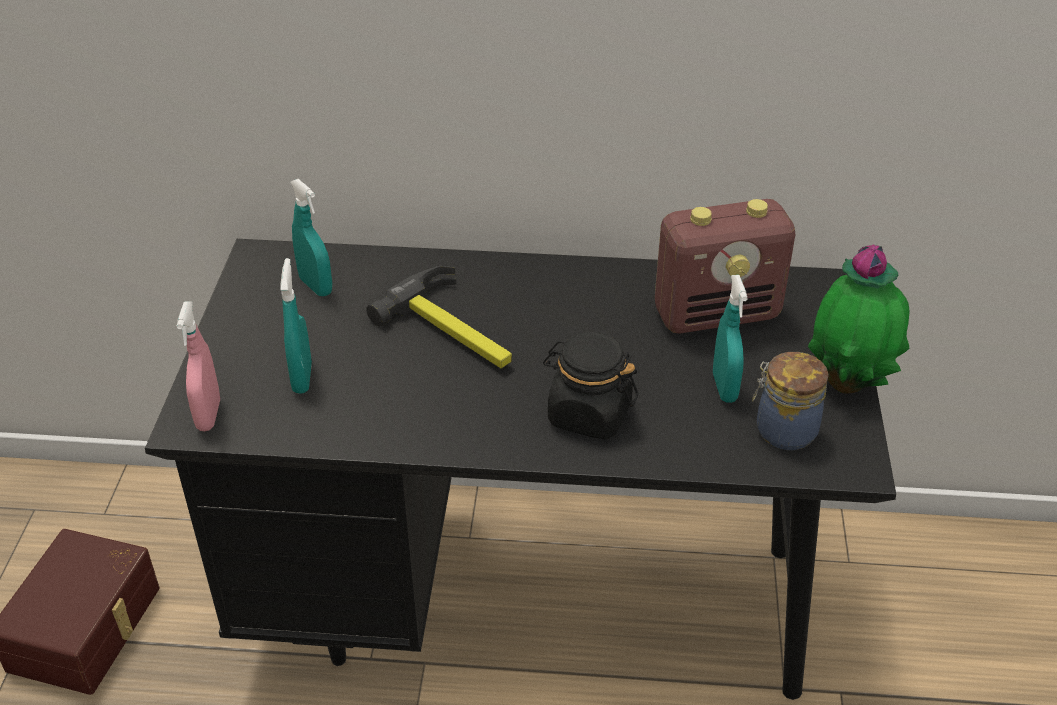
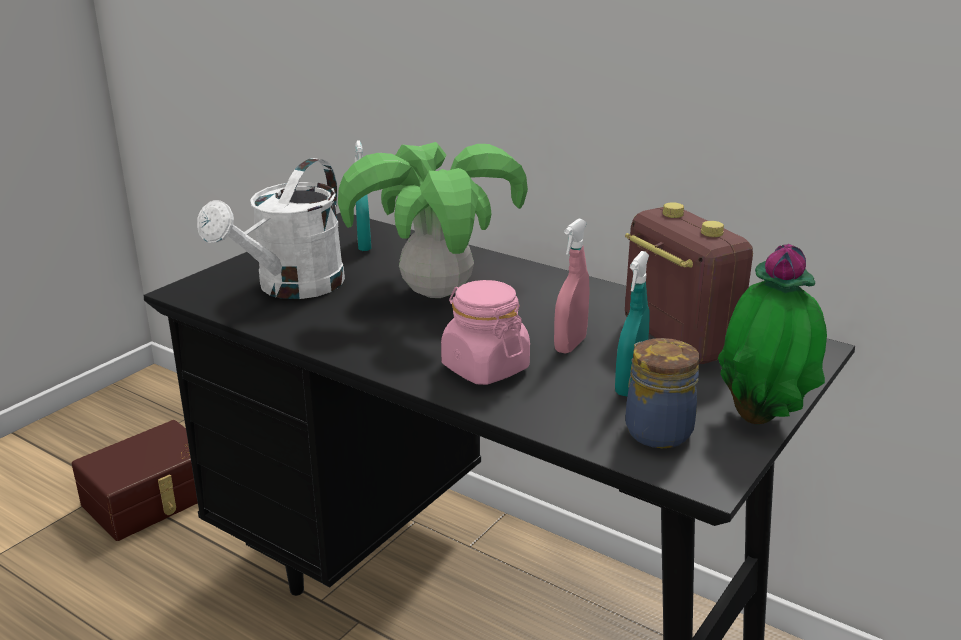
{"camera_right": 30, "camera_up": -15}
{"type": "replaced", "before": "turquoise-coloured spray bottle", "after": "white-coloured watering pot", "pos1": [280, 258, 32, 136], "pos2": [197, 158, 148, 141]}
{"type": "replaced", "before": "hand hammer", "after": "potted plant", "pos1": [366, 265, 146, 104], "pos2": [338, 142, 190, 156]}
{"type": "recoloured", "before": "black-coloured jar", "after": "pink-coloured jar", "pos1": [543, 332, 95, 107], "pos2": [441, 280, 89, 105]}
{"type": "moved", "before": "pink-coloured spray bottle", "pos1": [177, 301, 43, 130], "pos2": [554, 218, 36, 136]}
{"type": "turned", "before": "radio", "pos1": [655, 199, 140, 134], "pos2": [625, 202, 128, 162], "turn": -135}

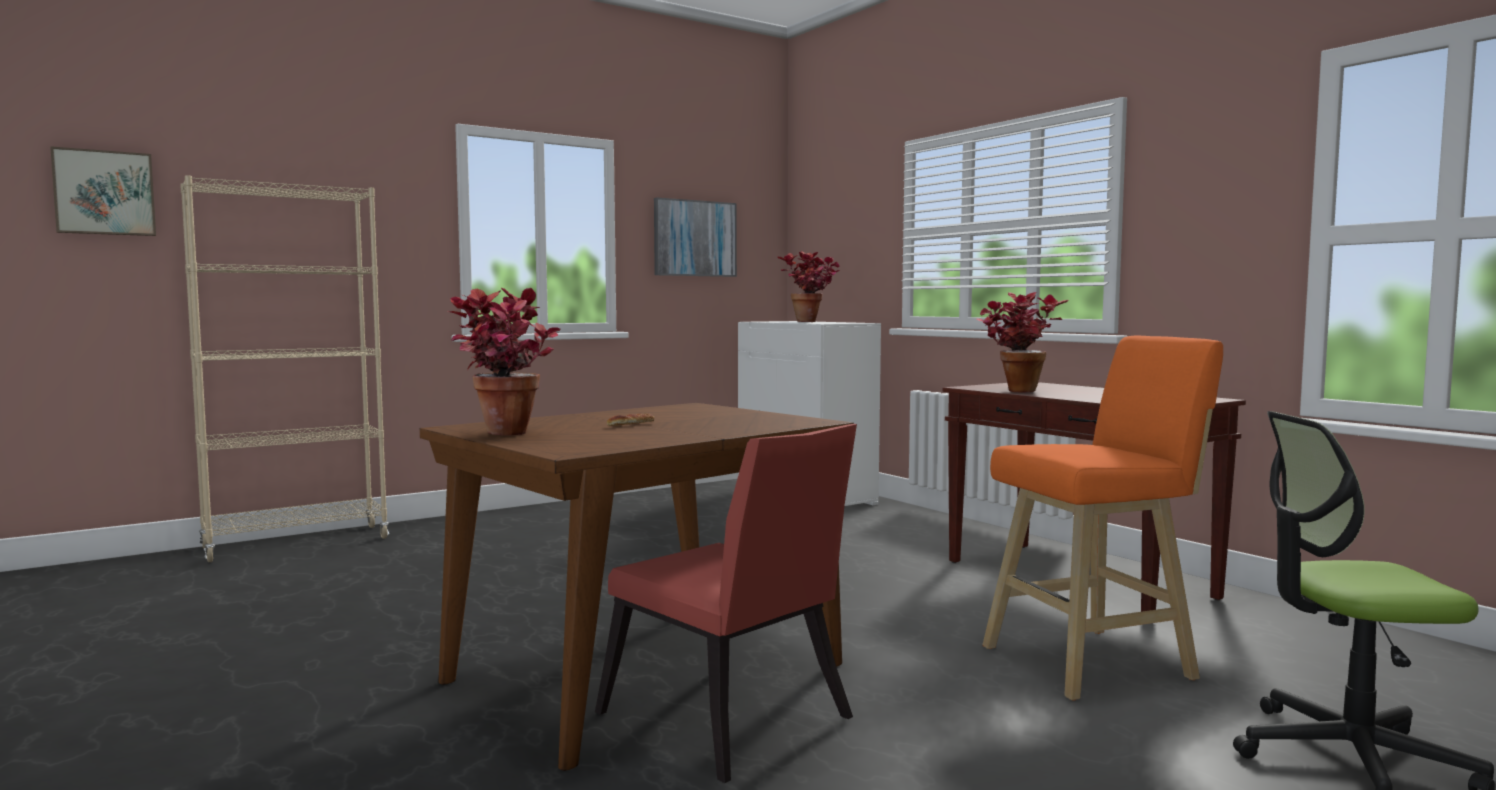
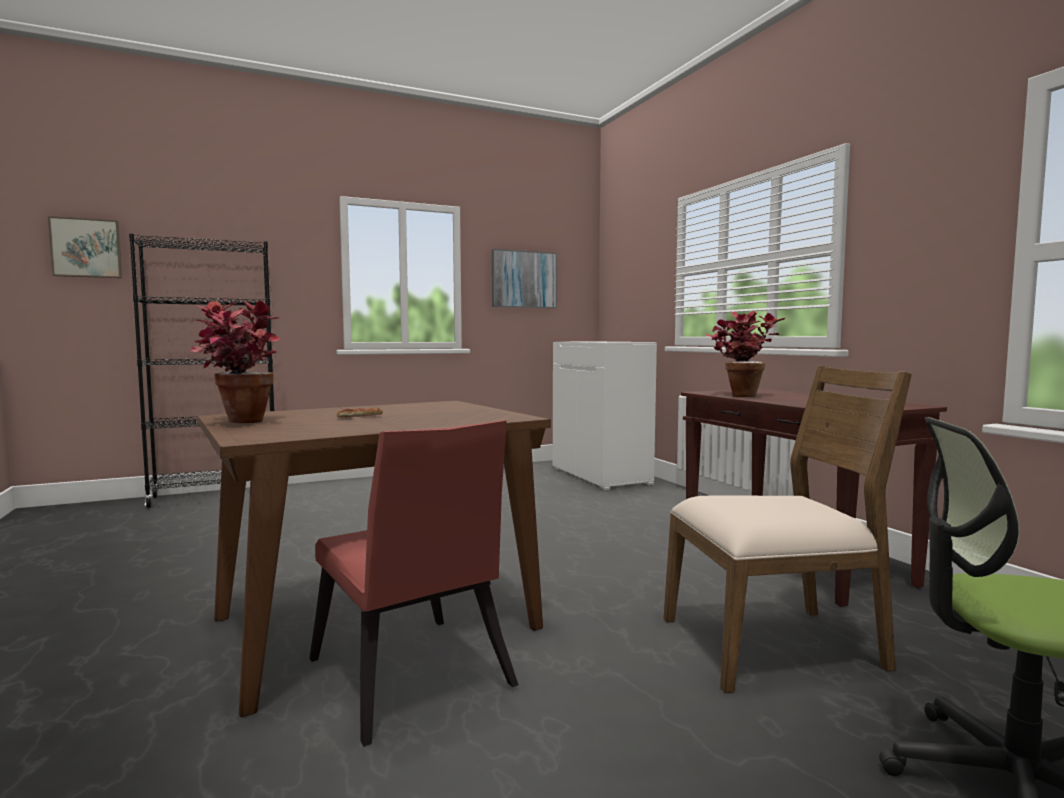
{"camera_right": 10, "camera_up": 0}
{"type": "recoloured", "before": "beige-coloured bookcase", "after": "black-coloured bookcase", "pos1": [180, 175, 209, 387], "pos2": [129, 234, 145, 274]}
{"type": "replaced", "before": "orange-coloured stool", "after": "brown-coloured plain chair", "pos1": [982, 336, 241, 364], "pos2": [663, 366, 249, 327]}
{"type": "removed", "before": "potted plant", "pos1": [778, 251, 62, 71]}

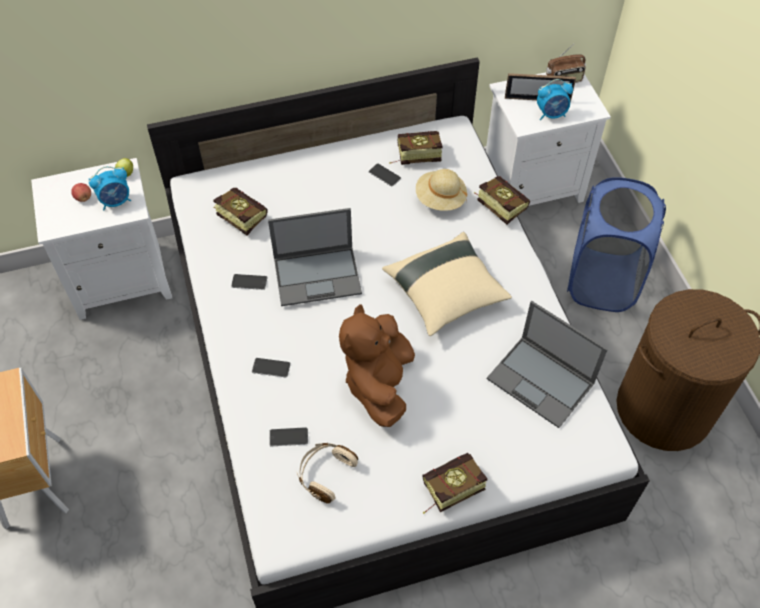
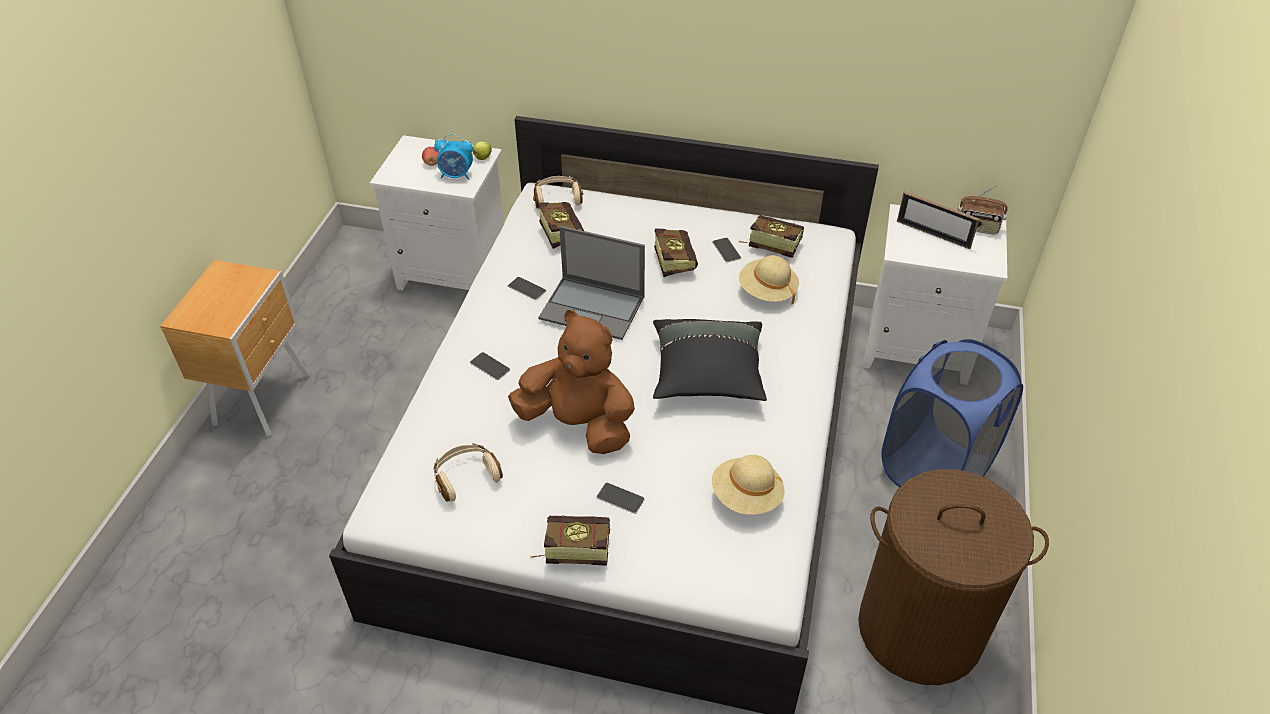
{"camera_right": 30, "camera_up": -10}
{"type": "turned", "before": "brown-coloured cuddly toy", "pos1": [339, 304, 76, 123], "pos2": [508, 310, 127, 144], "turn": 75}
{"type": "added", "after": "beige-coloured pair of headphones", "pos2": [533, 176, 50, 33]}
{"type": "moved", "before": "phone", "pos1": [269, 427, 39, 19], "pos2": [597, 483, 48, 31]}
{"type": "recoloured", "before": "beige-coloured throw pillow", "after": "black-coloured throw pillow", "pos1": [382, 232, 130, 104], "pos2": [653, 319, 114, 82]}
{"type": "moved", "before": "volume", "pos1": [474, 176, 56, 49], "pos2": [654, 228, 44, 49]}
{"type": "replaced", "before": "laptop", "after": "beige-coloured hat", "pos1": [487, 301, 121, 127], "pos2": [712, 455, 73, 60]}
{"type": "removed", "before": "alarm clock", "pos1": [537, 79, 36, 41]}

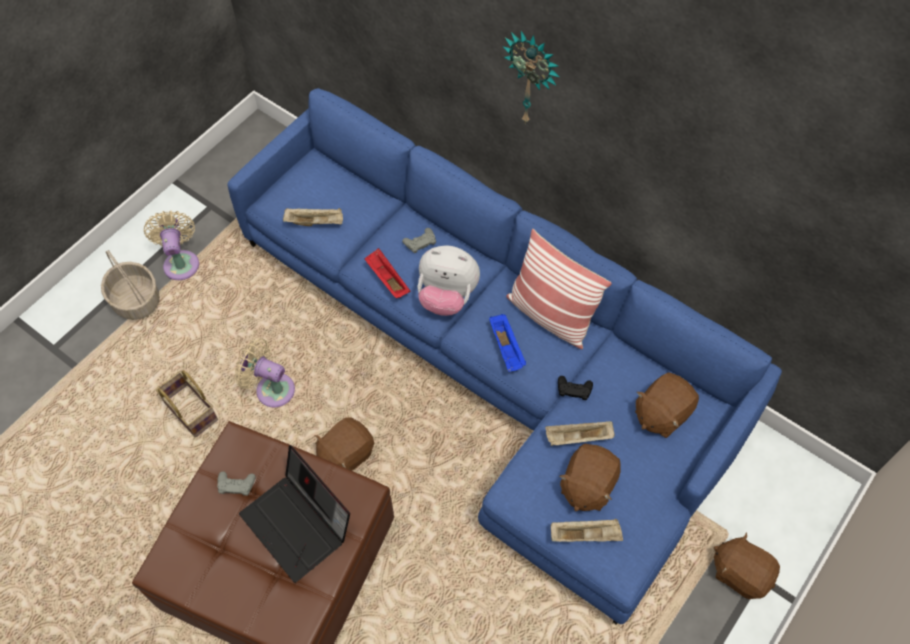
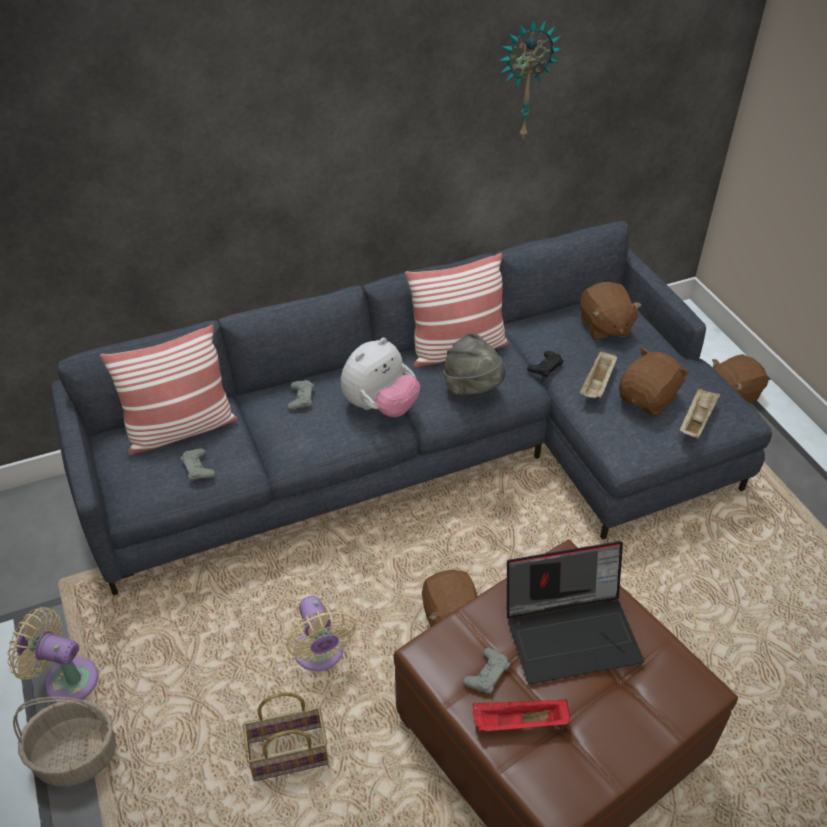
{"camera_right": -60, "camera_up": -15}
{"type": "recoloured", "before": "blue-coloured couch", "after": "grey couch", "pos1": [228, 88, 554, 537], "pos2": [51, 221, 721, 374]}
{"type": "added", "after": "throw pillow", "pos2": [100, 325, 138, 130]}
{"type": "replaced", "before": "beige-coloured serving tray", "after": "grey gamepad", "pos1": [283, 208, 60, 18], "pos2": [180, 448, 35, 33]}
{"type": "turned", "before": "beige-coloured electric fan", "pos1": [235, 338, 60, 69], "pos2": [286, 596, 70, 75], "turn": -75}
{"type": "replaced", "before": "blue-coloured serving tray", "after": "grey hat", "pos1": [489, 314, 37, 58], "pos2": [443, 333, 63, 61]}
{"type": "moved", "before": "reddish serving tray", "pos1": [364, 248, 46, 50], "pos2": [472, 699, 98, 33]}
{"type": "moved", "before": "clock on the wall", "pos1": [502, 31, 57, 92], "pos2": [499, 19, 62, 121]}
{"type": "turned", "before": "brown-coloured cuddly toy", "pos1": [559, 444, 62, 67], "pos2": [619, 347, 71, 70], "turn": -105}

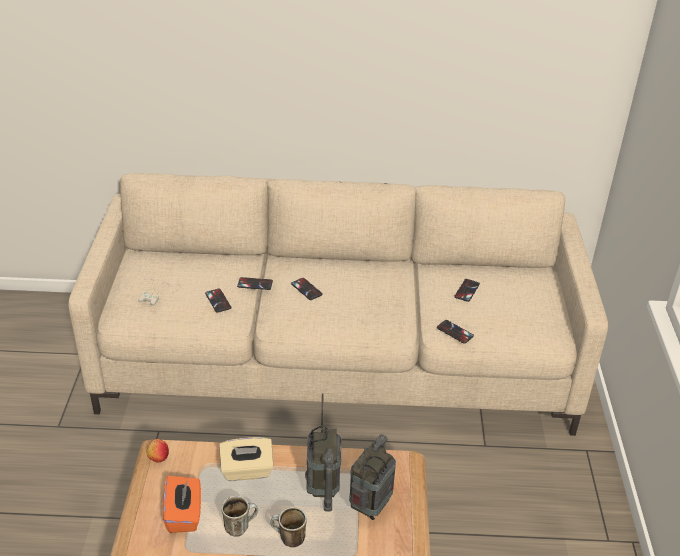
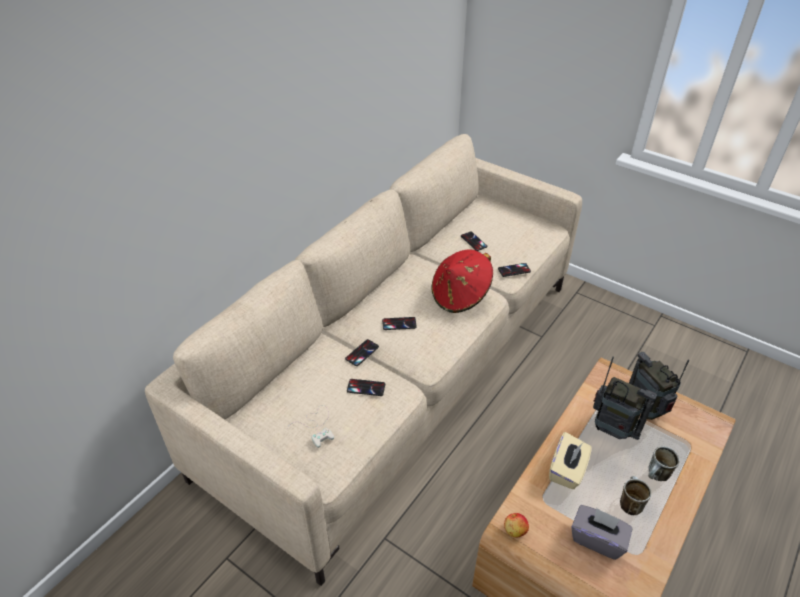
{"camera_right": -55, "camera_up": 5}
{"type": "added", "after": "reddish hat", "pos2": [431, 250, 62, 63]}
{"type": "recoloured", "before": "orange-coloured tissue box", "after": "grey tissue box", "pos1": [163, 476, 38, 57], "pos2": [571, 505, 61, 55]}

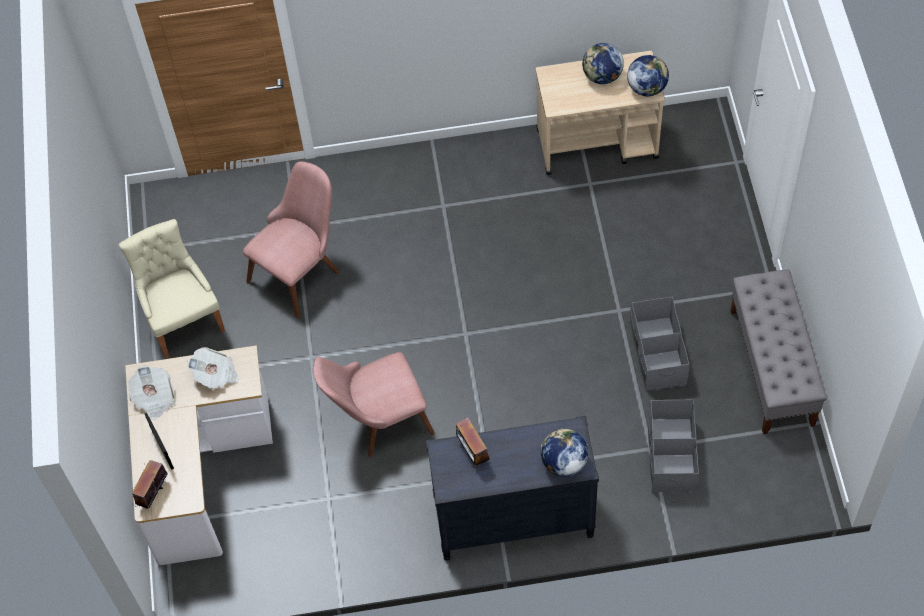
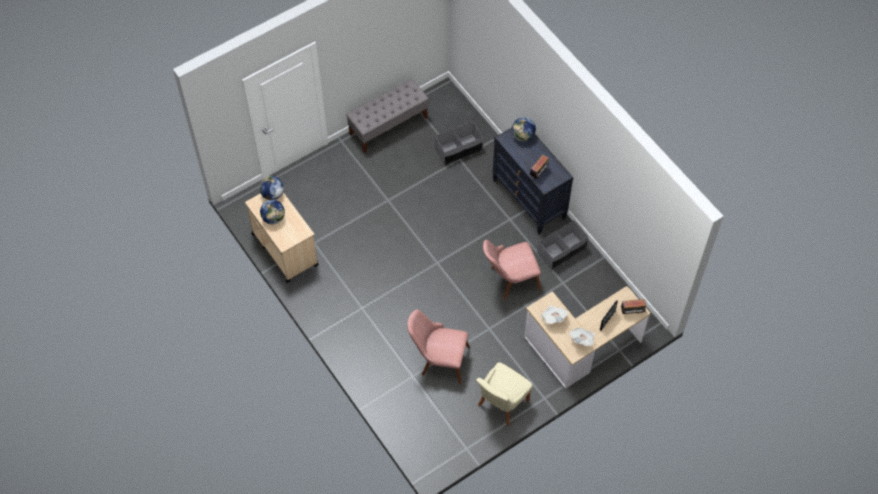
{"camera_right": -120, "camera_up": 0}
{"type": "turned", "before": "pink-coloured plain chair", "pos1": [313, 352, 122, 105], "pos2": [483, 240, 58, 60], "turn": 120}
{"type": "moved", "before": "grey storage container", "pos1": [630, 297, 59, 94], "pos2": [537, 220, 52, 50]}

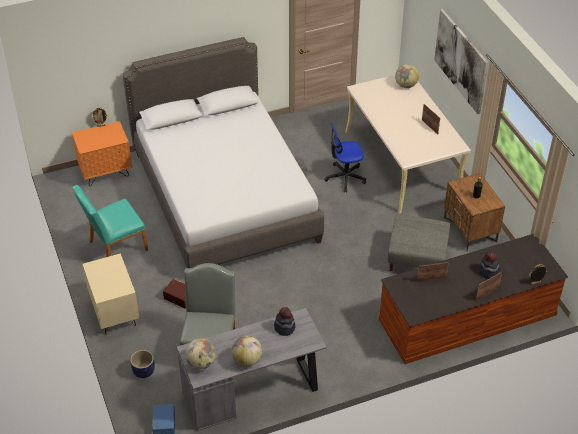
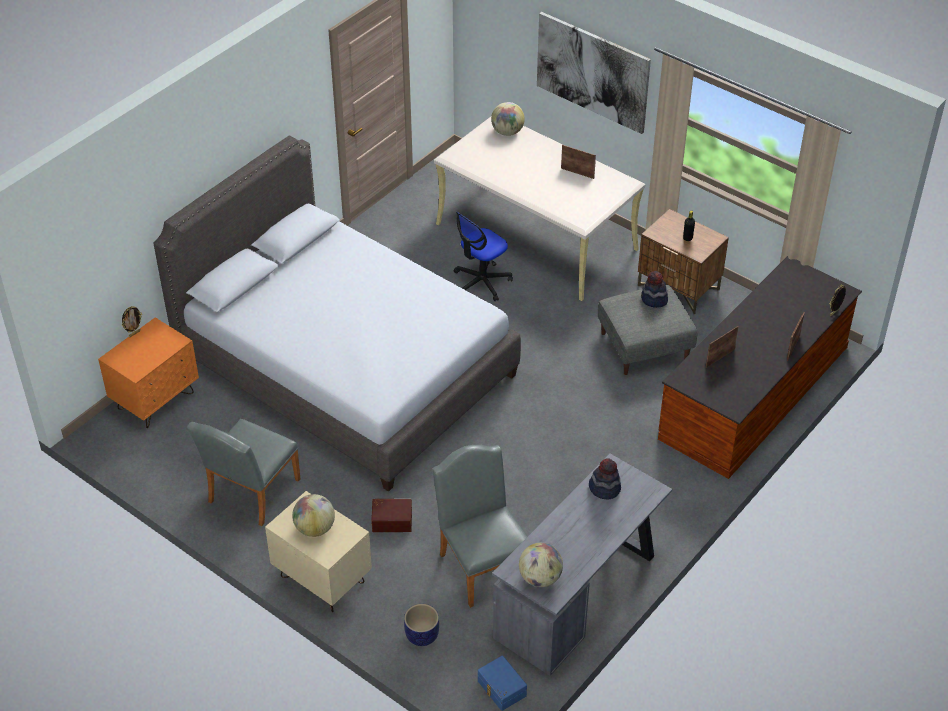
{"camera_right": -30, "camera_up": 0}
{"type": "recoloured", "before": "turquoise-coloured plain chair", "after": "grey plain chair", "pos1": [72, 185, 76, 72], "pos2": [187, 419, 113, 107]}
{"type": "moved", "before": "world globe", "pos1": [232, 336, 30, 30], "pos2": [292, 494, 43, 43]}
{"type": "moved", "before": "hat", "pos1": [479, 251, 20, 28], "pos2": [641, 271, 27, 37]}

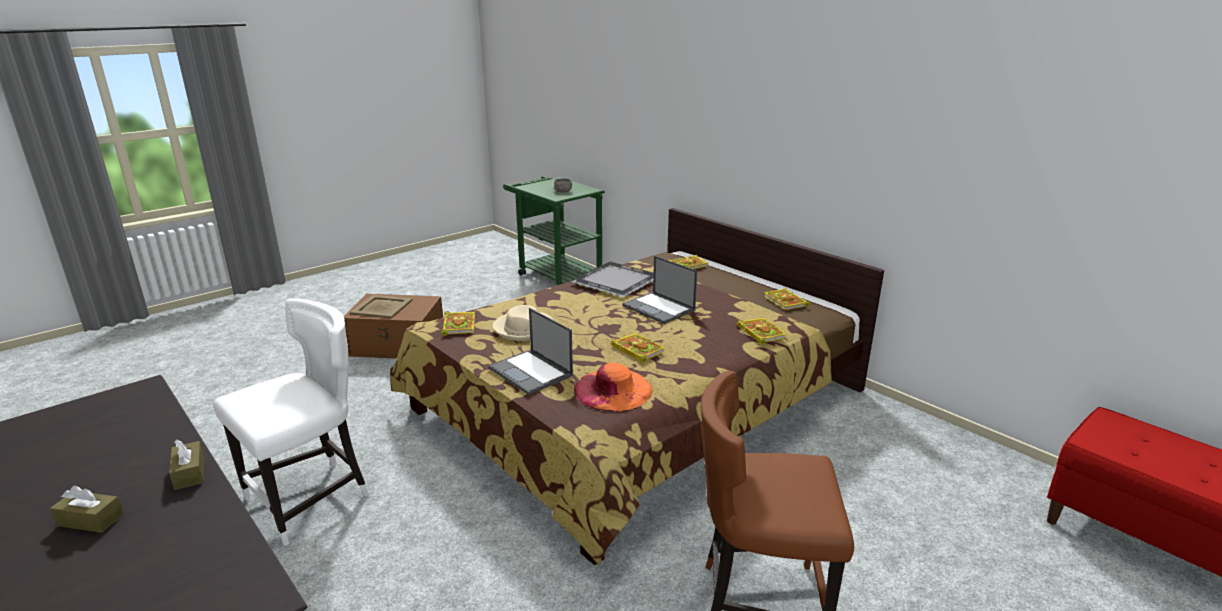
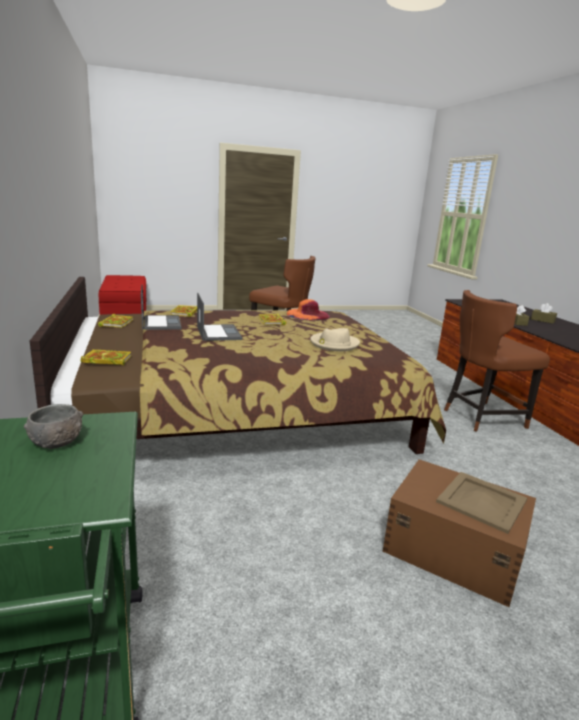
{"camera_right": -155, "camera_up": -5}
{"type": "moved", "before": "laptop", "pos1": [488, 308, 85, 87], "pos2": [141, 284, 40, 46]}
{"type": "recoloured", "before": "white-coloured plain chair", "after": "brown-coloured plain chair", "pos1": [213, 299, 157, 247], "pos2": [444, 290, 106, 141]}
{"type": "removed", "before": "volume", "pos1": [441, 311, 34, 25]}
{"type": "removed", "before": "grey serving tray", "pos1": [572, 261, 82, 36]}

